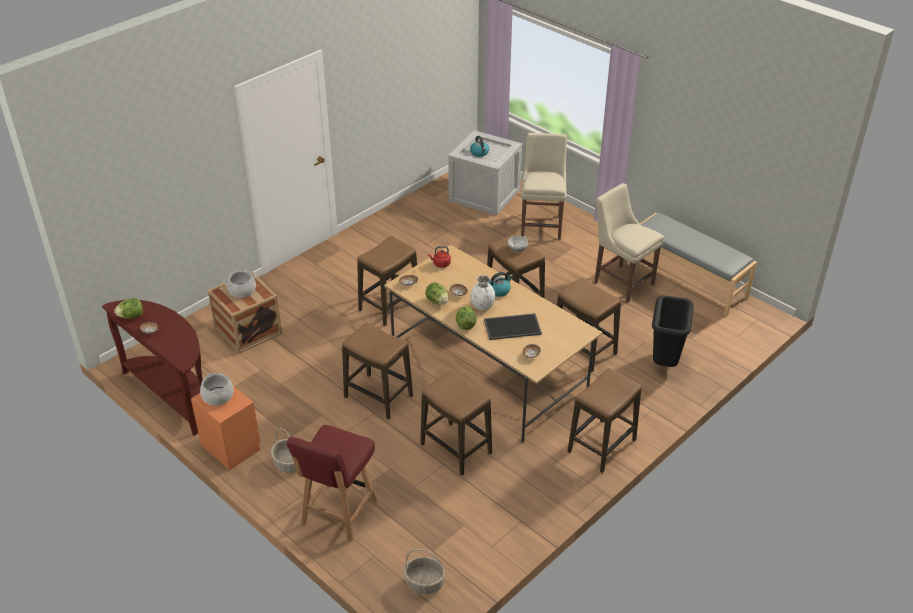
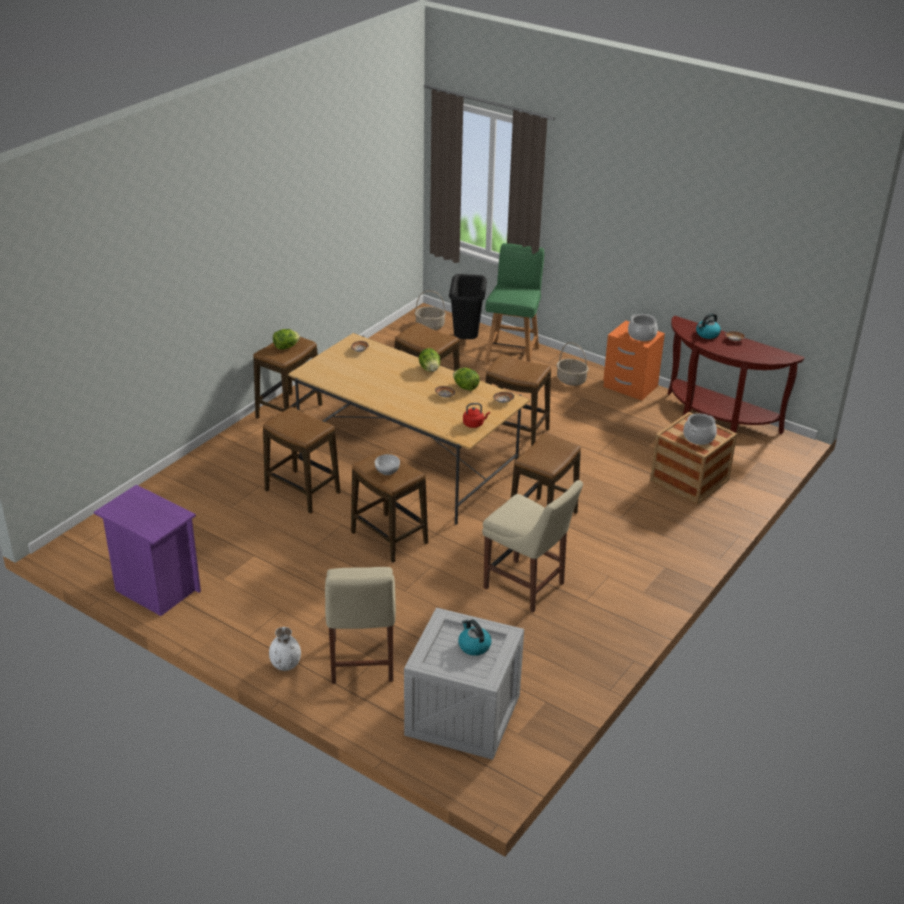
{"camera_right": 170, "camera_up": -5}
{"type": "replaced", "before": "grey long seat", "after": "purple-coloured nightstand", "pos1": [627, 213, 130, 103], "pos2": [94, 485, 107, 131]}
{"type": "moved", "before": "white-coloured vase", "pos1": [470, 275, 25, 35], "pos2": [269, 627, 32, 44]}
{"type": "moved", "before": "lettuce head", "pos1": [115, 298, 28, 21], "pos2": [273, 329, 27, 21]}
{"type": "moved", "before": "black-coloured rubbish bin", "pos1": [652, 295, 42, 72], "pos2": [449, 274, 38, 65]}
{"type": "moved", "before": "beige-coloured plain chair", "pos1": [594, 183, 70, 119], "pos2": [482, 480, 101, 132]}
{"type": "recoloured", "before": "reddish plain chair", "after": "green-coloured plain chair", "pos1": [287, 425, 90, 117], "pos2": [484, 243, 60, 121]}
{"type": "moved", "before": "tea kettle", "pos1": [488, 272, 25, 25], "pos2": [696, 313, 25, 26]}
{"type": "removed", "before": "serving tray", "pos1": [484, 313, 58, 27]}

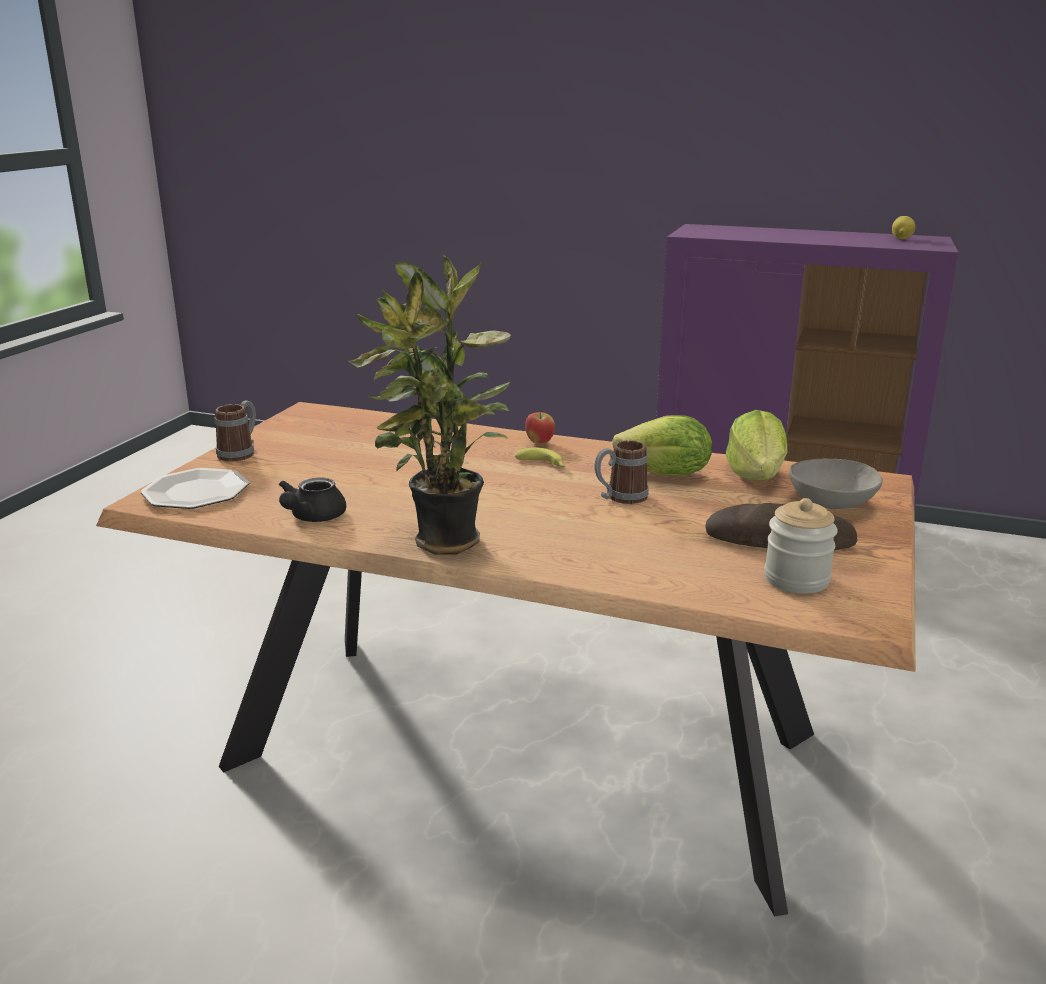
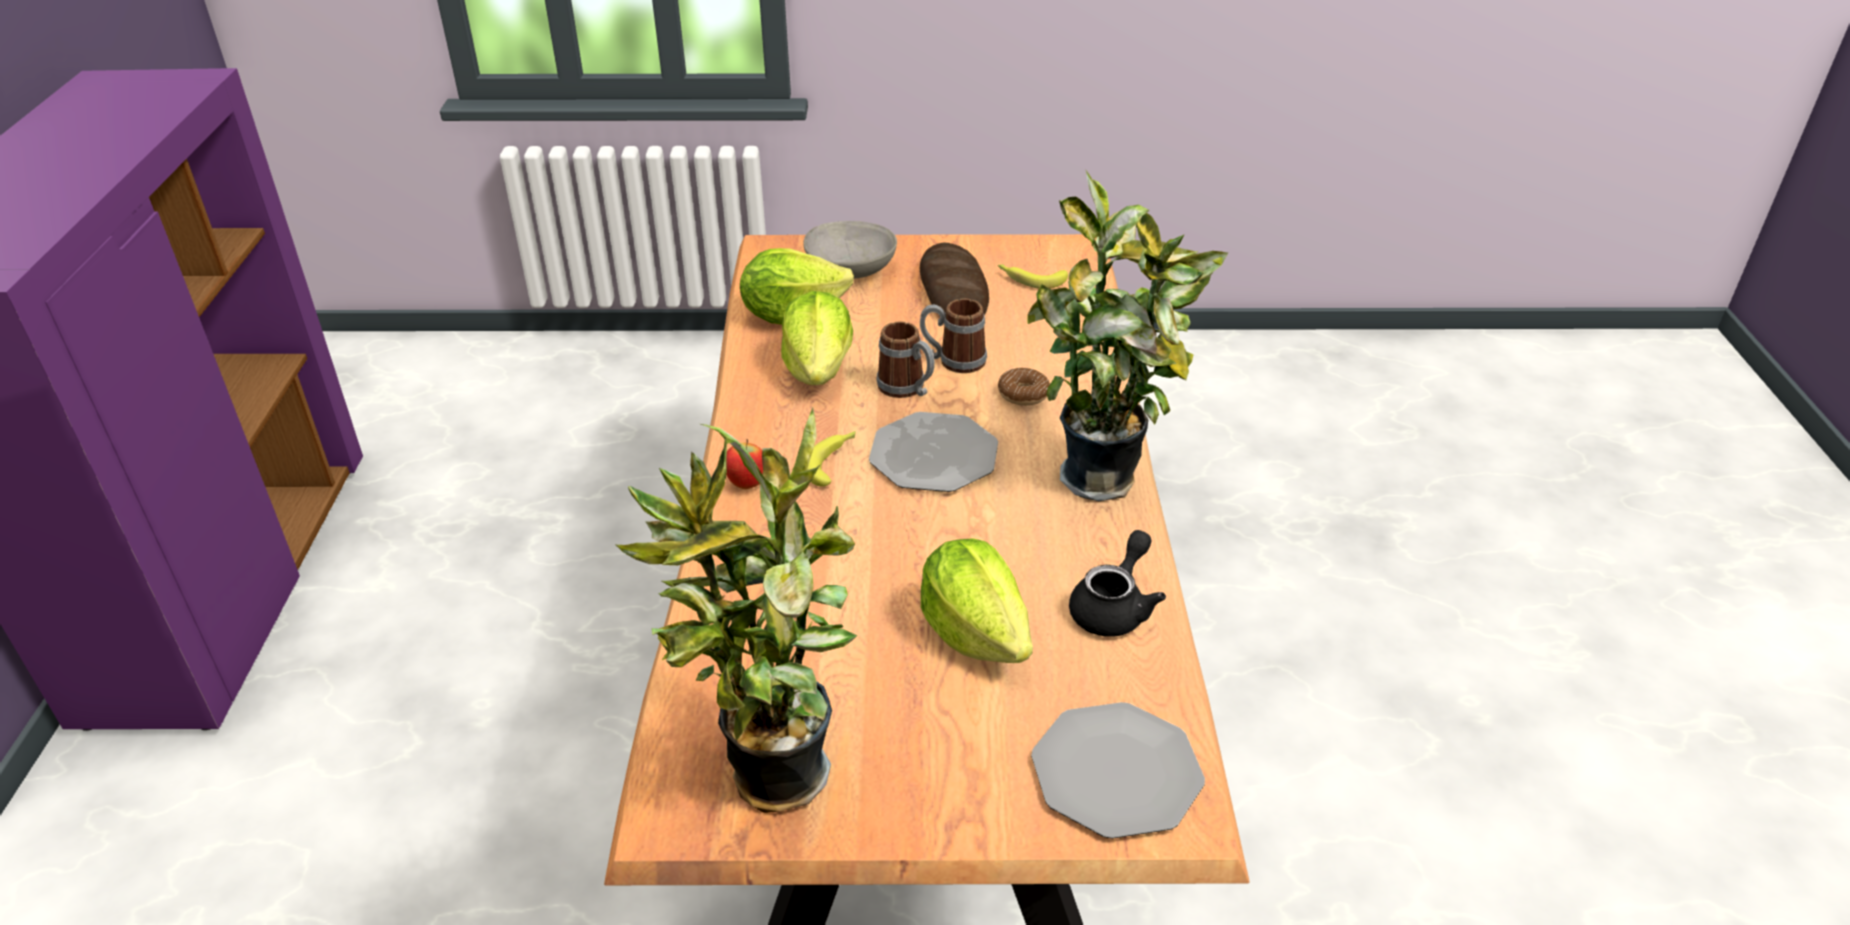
{"camera_right": -110, "camera_up": 15}
{"type": "added", "after": "potted plant", "pos2": [616, 408, 241, 405]}
{"type": "added", "after": "plate", "pos2": [869, 412, 129, 80]}
{"type": "moved", "before": "tea mug", "pos1": [214, 400, 42, 62], "pos2": [920, 299, 67, 74]}
{"type": "added", "after": "lettuce head", "pos2": [921, 538, 112, 125]}
{"type": "replaced", "before": "jar", "after": "whole banana", "pos1": [764, 498, 74, 96], "pos2": [998, 264, 70, 25]}
{"type": "added", "after": "doughnut", "pos2": [998, 368, 52, 38]}
{"type": "turned", "before": "black-coloured teapot", "pos1": [279, 477, 67, 45], "pos2": [1069, 530, 97, 107], "turn": -60}
{"type": "removed", "before": "whole lemon", "pos1": [892, 216, 23, 23]}

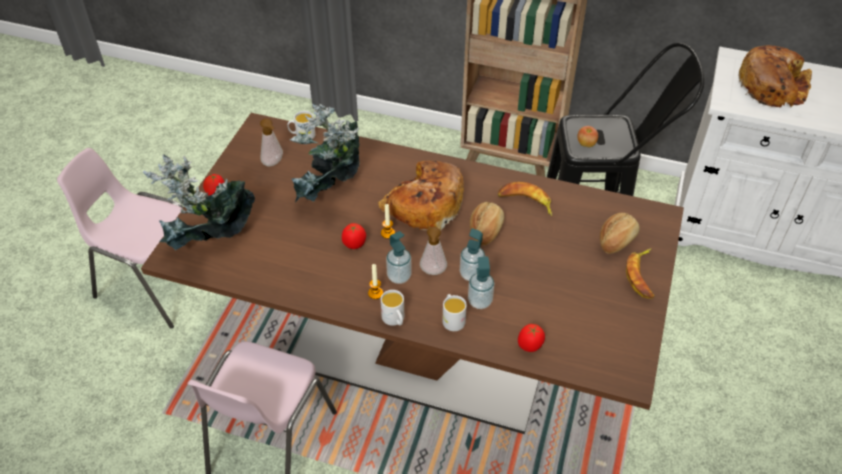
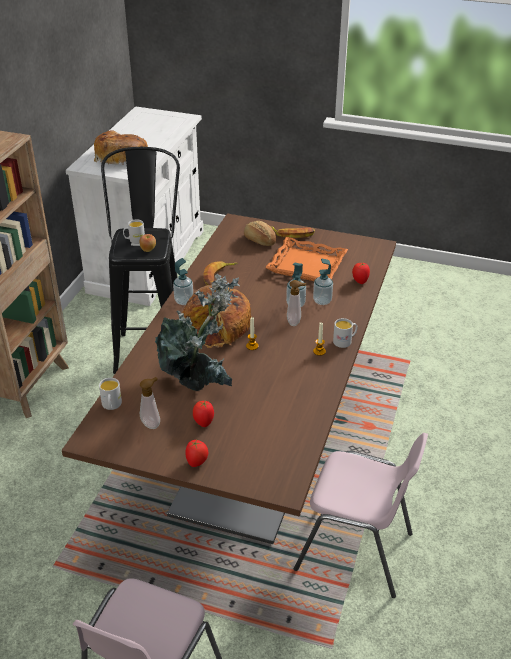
{"camera_right": -90, "camera_up": -10}
{"type": "moved", "before": "white-coloured tea mug", "pos1": [442, 294, 25, 37], "pos2": [123, 219, 22, 25]}
{"type": "moved", "before": "soap dispenser", "pos1": [386, 231, 25, 53], "pos2": [173, 258, 20, 47]}
{"type": "moved", "before": "tomato", "pos1": [342, 223, 24, 26], "pos2": [193, 400, 21, 27]}
{"type": "added", "after": "orange-coloured serving tray", "pos2": [265, 237, 83, 44]}
{"type": "removed", "before": "potted plant", "pos1": [143, 155, 112, 95]}
{"type": "removed", "before": "bread", "pos1": [470, 202, 34, 44]}

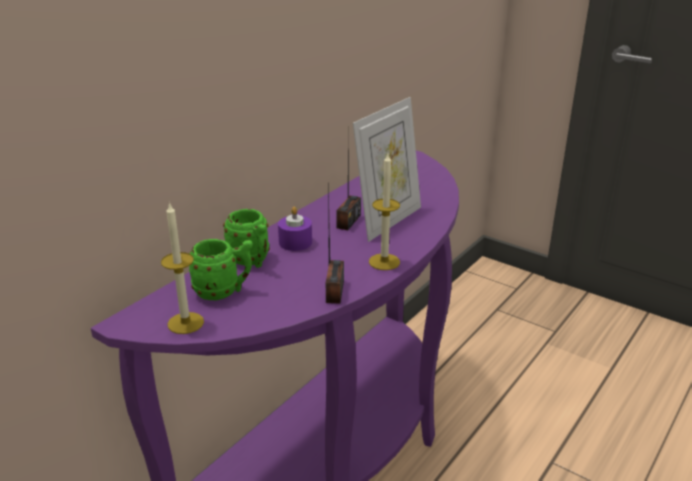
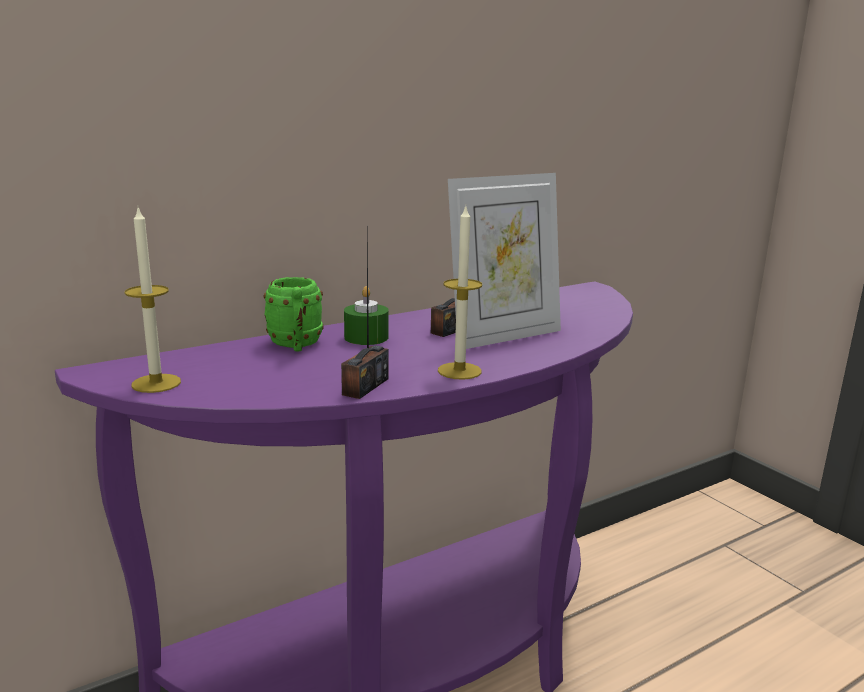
{"camera_right": 20, "camera_up": -10}
{"type": "recoloured", "before": "purple-coloured wax candle", "after": "green-coloured wax candle", "pos1": [278, 206, 34, 45], "pos2": [344, 286, 45, 59]}
{"type": "removed", "before": "green-coloured tea mug", "pos1": [189, 239, 64, 61]}

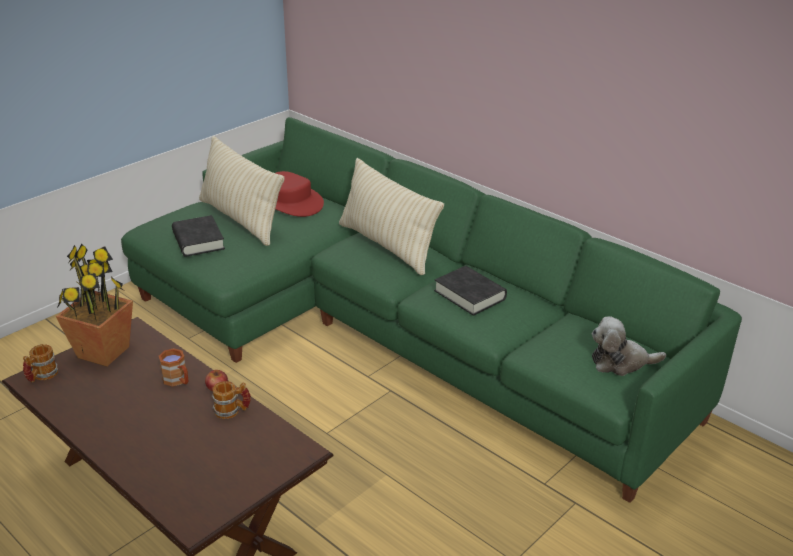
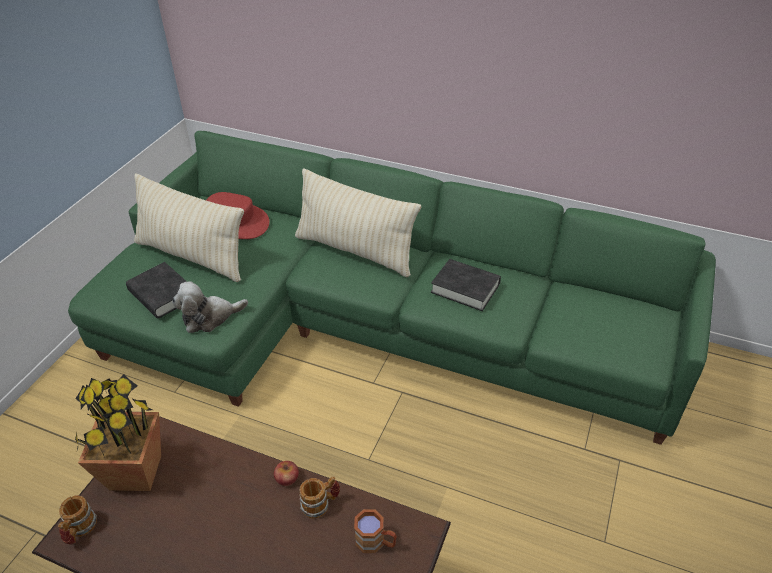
{"camera_right": -20, "camera_up": 10}
{"type": "moved", "before": "cuddly toy", "pos1": [592, 316, 74, 60], "pos2": [172, 281, 76, 52]}
{"type": "moved", "before": "brown-coloured tea mug", "pos1": [159, 348, 30, 39], "pos2": [354, 509, 43, 44]}

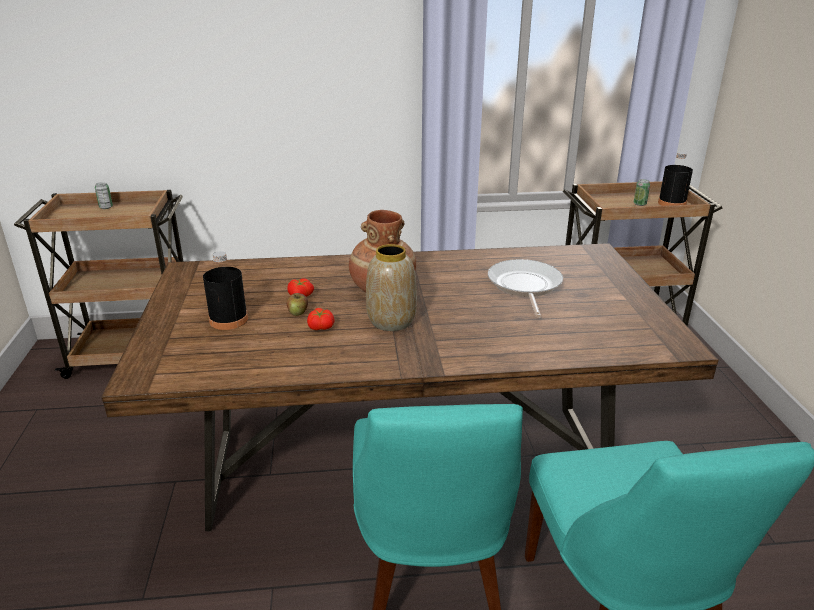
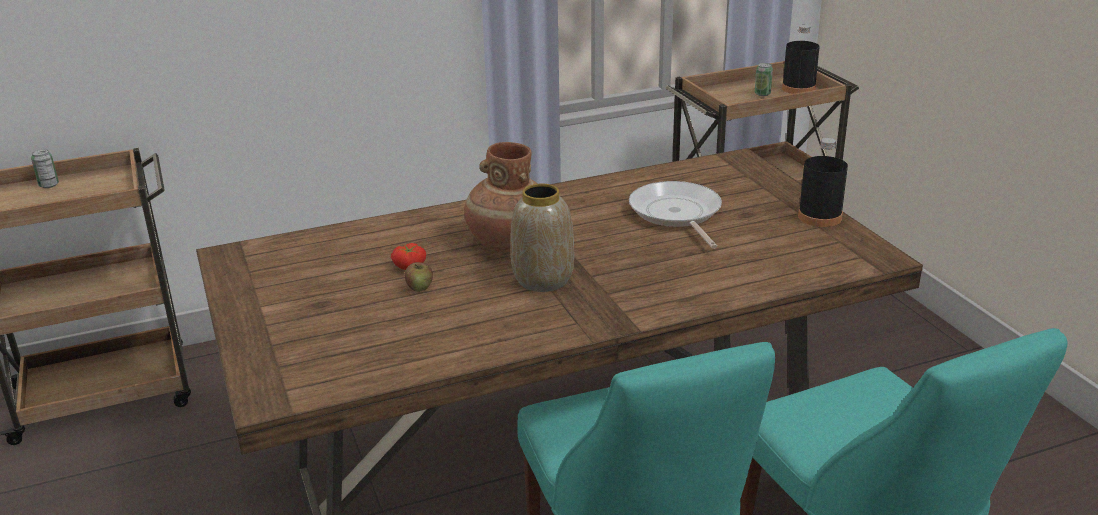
{"camera_right": -15, "camera_up": 0}
{"type": "moved", "before": "black-coloured beverage bottle", "pos1": [203, 252, 45, 78], "pos2": [798, 138, 50, 89]}
{"type": "removed", "before": "tomato", "pos1": [307, 308, 28, 22]}

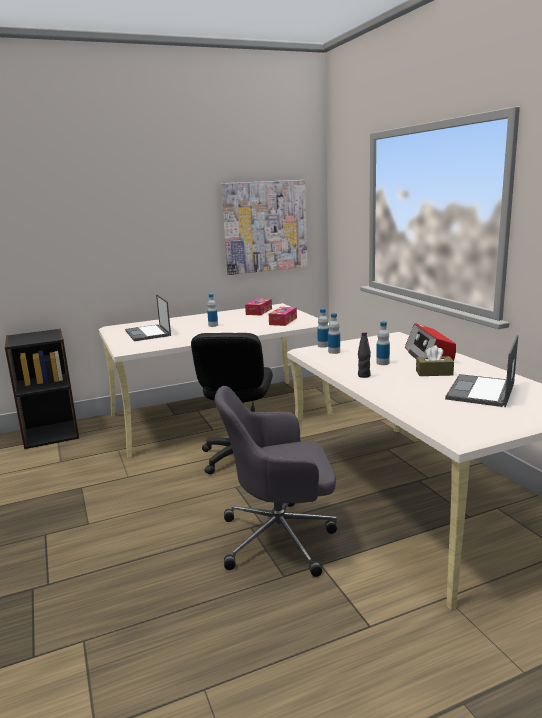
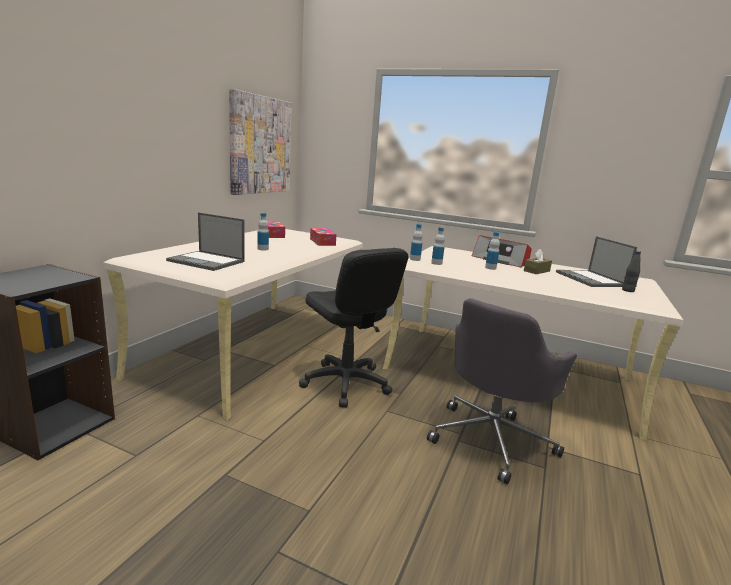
{"camera_right": -45, "camera_up": 0}
{"type": "moved", "before": "black-coloured beverage bottle", "pos1": [358, 332, 13, 46], "pos2": [622, 251, 19, 41]}

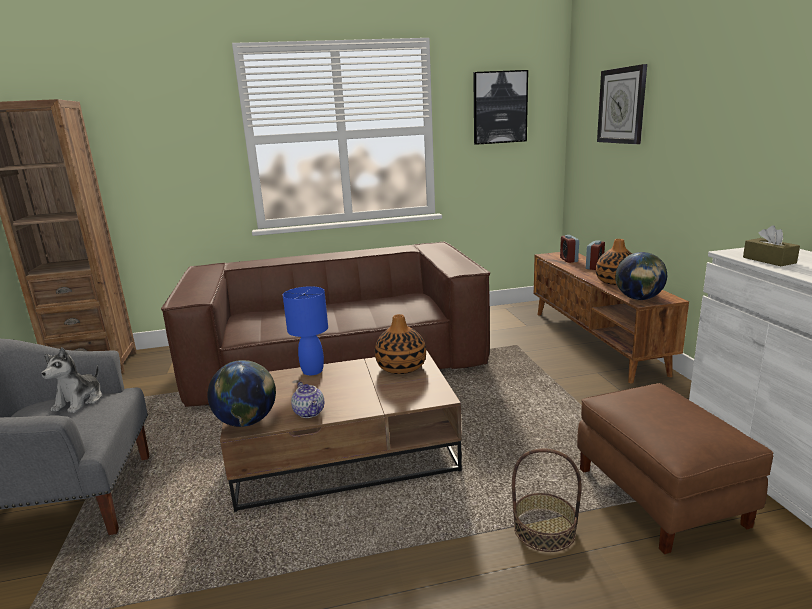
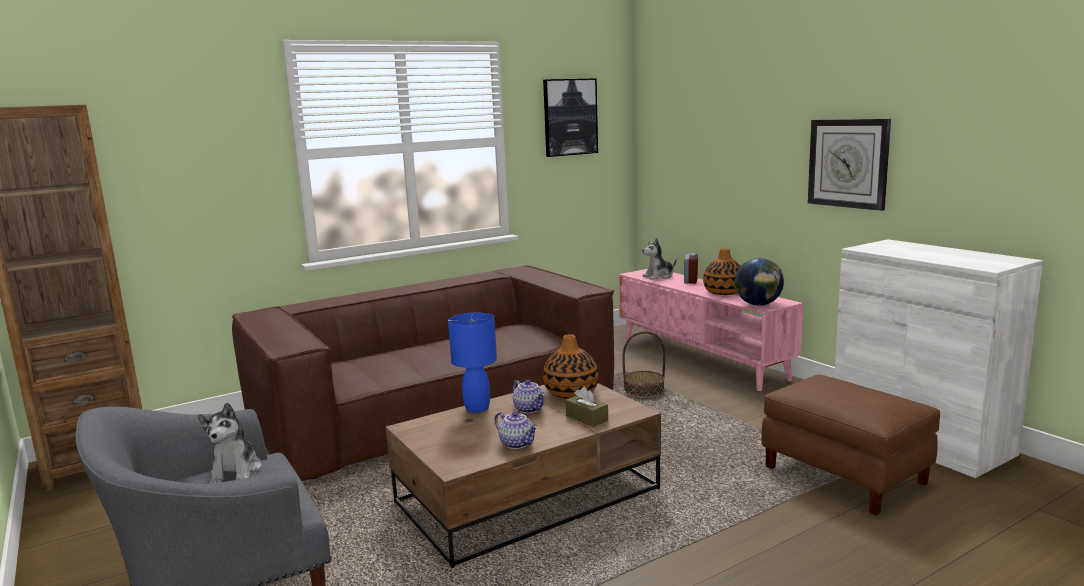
{"camera_right": -20, "camera_up": -5}
{"type": "added", "after": "teapot", "pos2": [512, 380, 33, 33]}
{"type": "moved", "before": "brown-coloured tissue box", "pos1": [743, 226, 57, 40], "pos2": [566, 387, 42, 40]}
{"type": "recoloured", "before": "brown-coloured media console", "after": "pink-coloured media console", "pos1": [534, 252, 155, 132], "pos2": [618, 269, 185, 122]}
{"type": "moved", "before": "household basket", "pos1": [512, 449, 70, 103], "pos2": [622, 331, 43, 66]}
{"type": "replaced", "before": "alarm clock", "after": "cuddly toy", "pos1": [560, 235, 19, 28], "pos2": [642, 238, 35, 42]}
{"type": "moved", "before": "clock on the wall", "pos1": [597, 64, 50, 80], "pos2": [808, 119, 83, 92]}
{"type": "removed", "before": "world globe", "pos1": [208, 360, 68, 67]}

